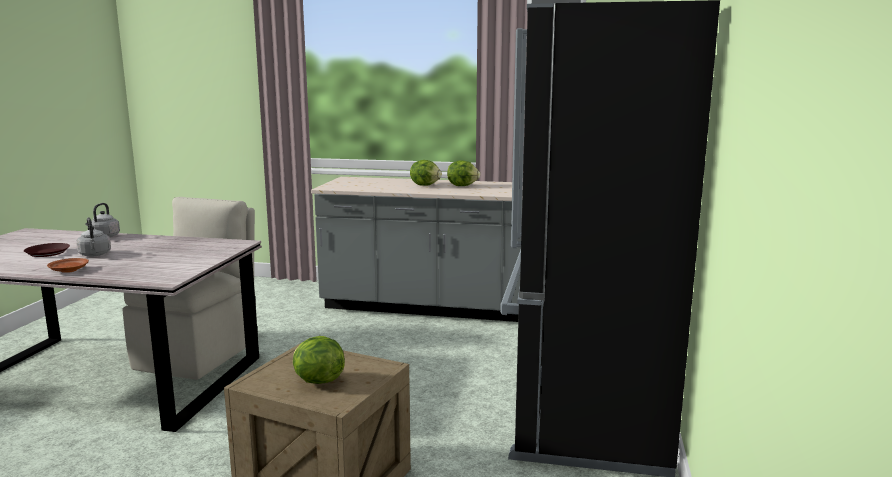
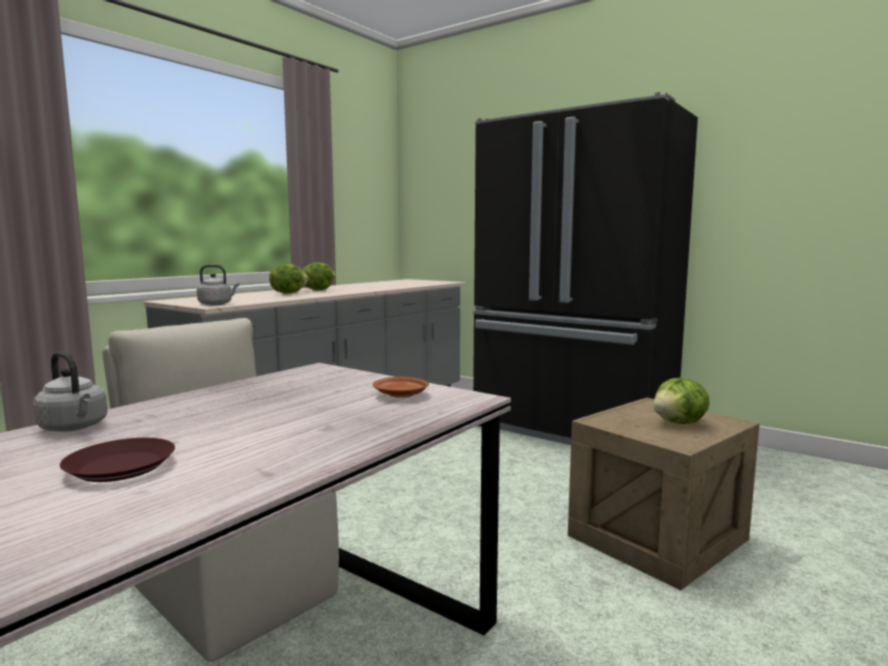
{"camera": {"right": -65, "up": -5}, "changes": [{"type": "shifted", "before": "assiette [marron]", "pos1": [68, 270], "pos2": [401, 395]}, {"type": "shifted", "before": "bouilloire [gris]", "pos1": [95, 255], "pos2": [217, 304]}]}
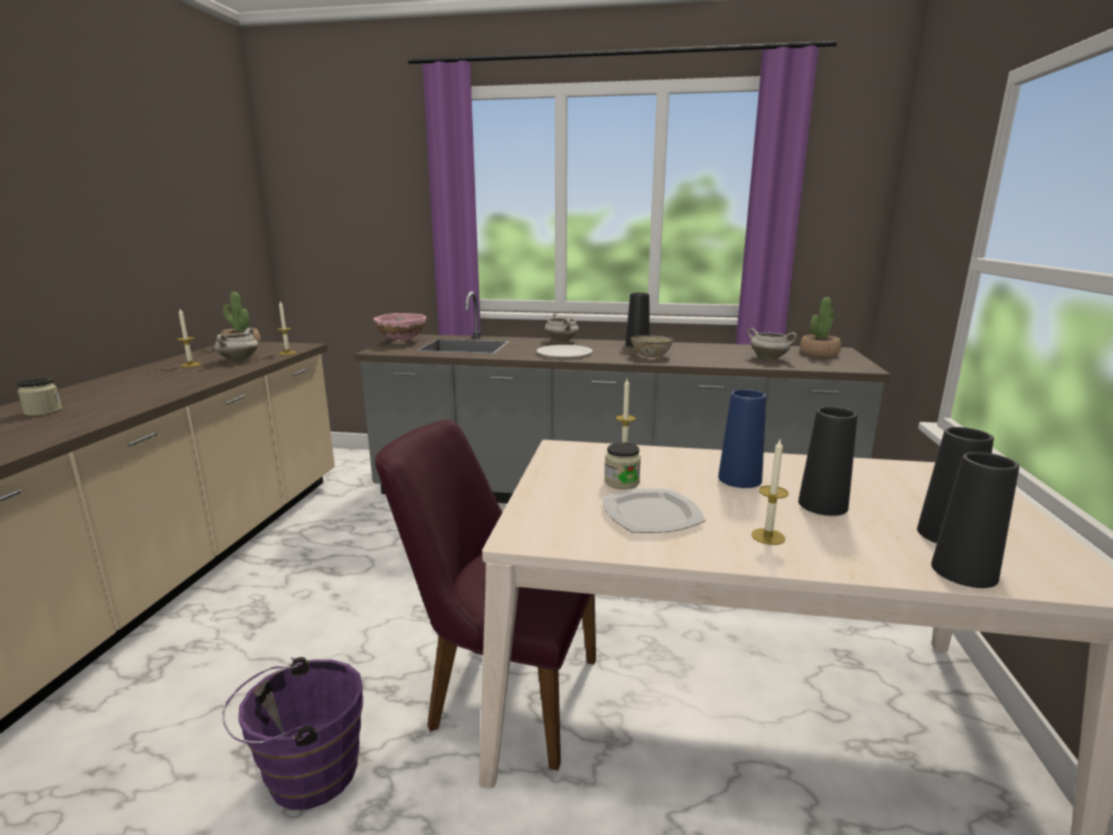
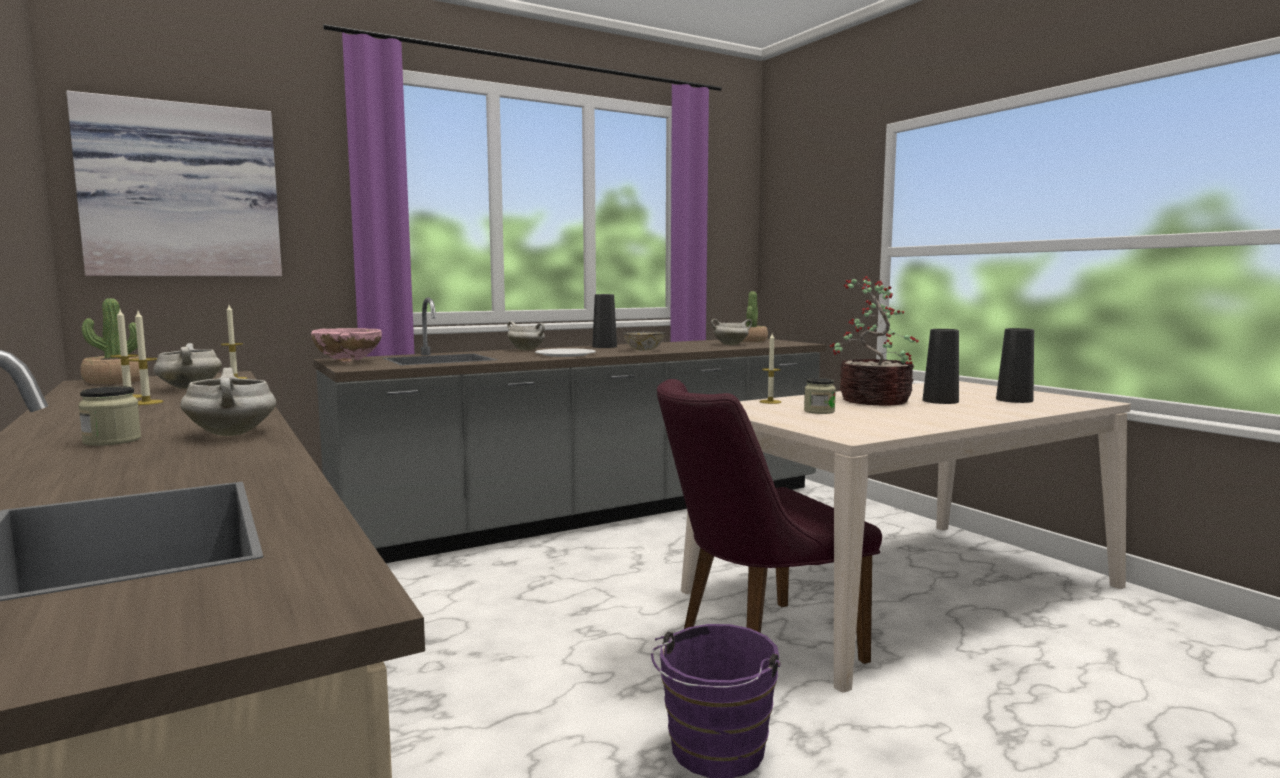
{"camera": {"right": -40, "up": -10}, "changes": [{"type": "gone", "before": "assiette", "pos1": [652, 513]}, {"type": "gone", "before": "vase [noir]", "pos1": [964, 572]}, {"type": "new", "after": "tableau", "pos2": [181, 191]}, {"type": "new", "after": "marmite [blanc]", "pos2": [233, 434]}, {"type": "shifted", "before": "bougie", "pos1": [768, 536], "pos2": [146, 402]}, {"type": "swapped", "before": "vase [bleu]", "after": "plante en pot", "pos1": [739, 479], "pos2": [872, 400]}]}
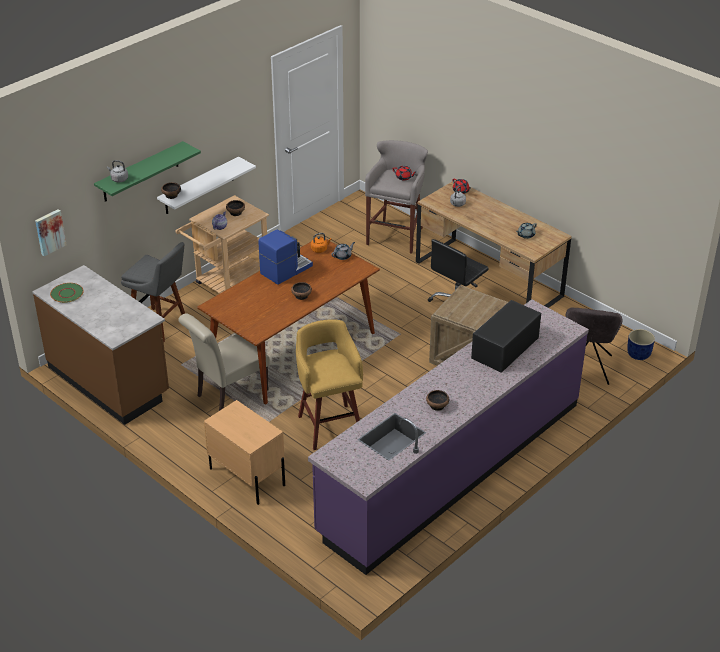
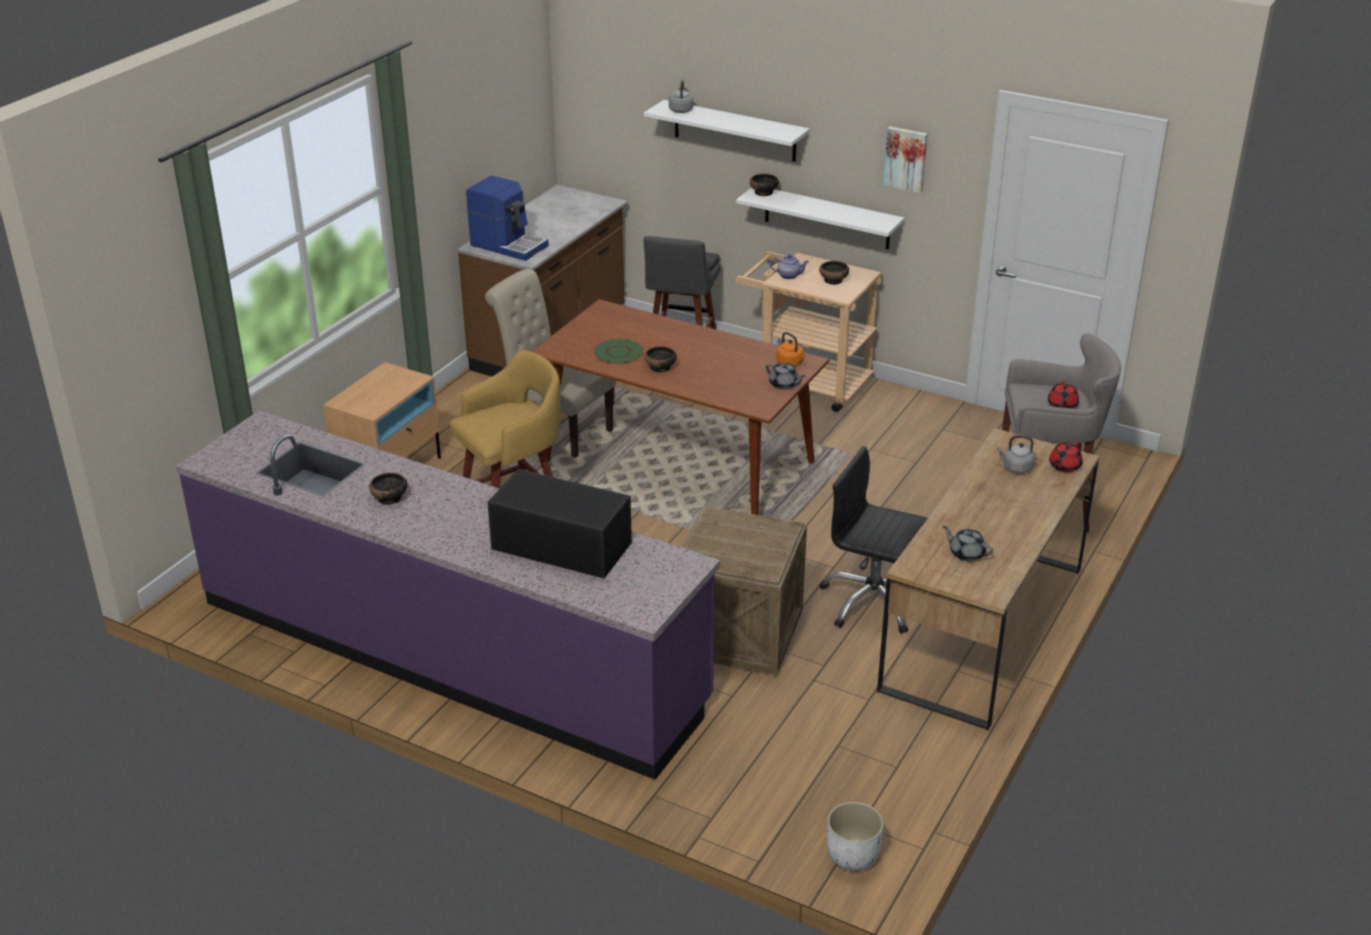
{"camera": {"right": 75, "up": -5}, "changes": [{"type": "gone", "before": "chaise [gris]", "pos1": [586, 368]}, {"type": "shifted", "before": "tableau", "pos1": [49, 232], "pos2": [906, 158]}, {"type": "shifted", "before": "assiette [vert]", "pos1": [67, 293], "pos2": [618, 352]}, {"type": "shifted", "before": "machine à café", "pos1": [285, 269], "pos2": [509, 245]}, {"type": "repainted", "before": "étagère [vert]", "after": "étagère [blanc]", "pos1": [140, 172], "pos2": [734, 131]}, {"type": "repainted", "before": "cache-pot [bleu]", "after": "cache-pot [blanc]", "pos1": [638, 354], "pos2": [852, 855]}]}
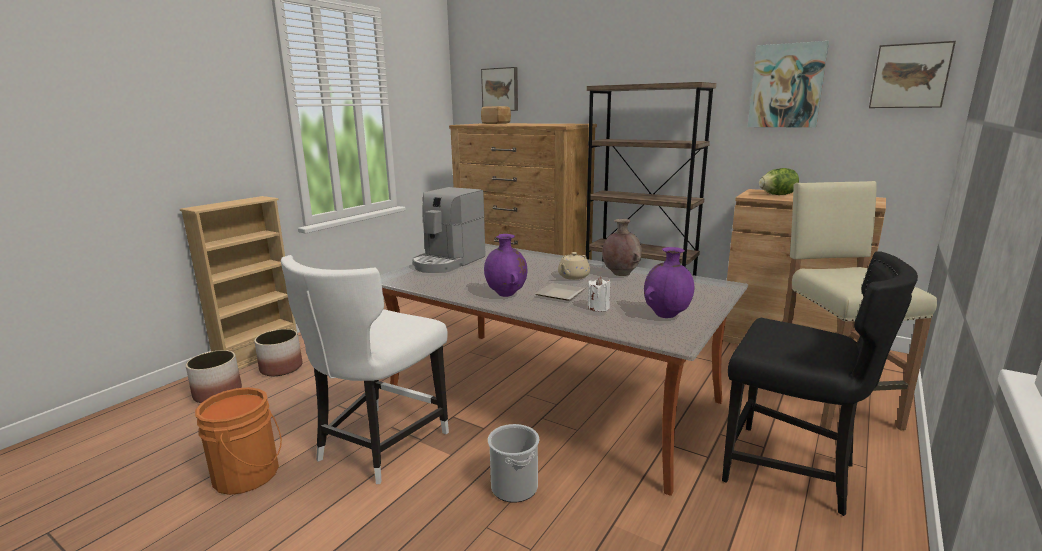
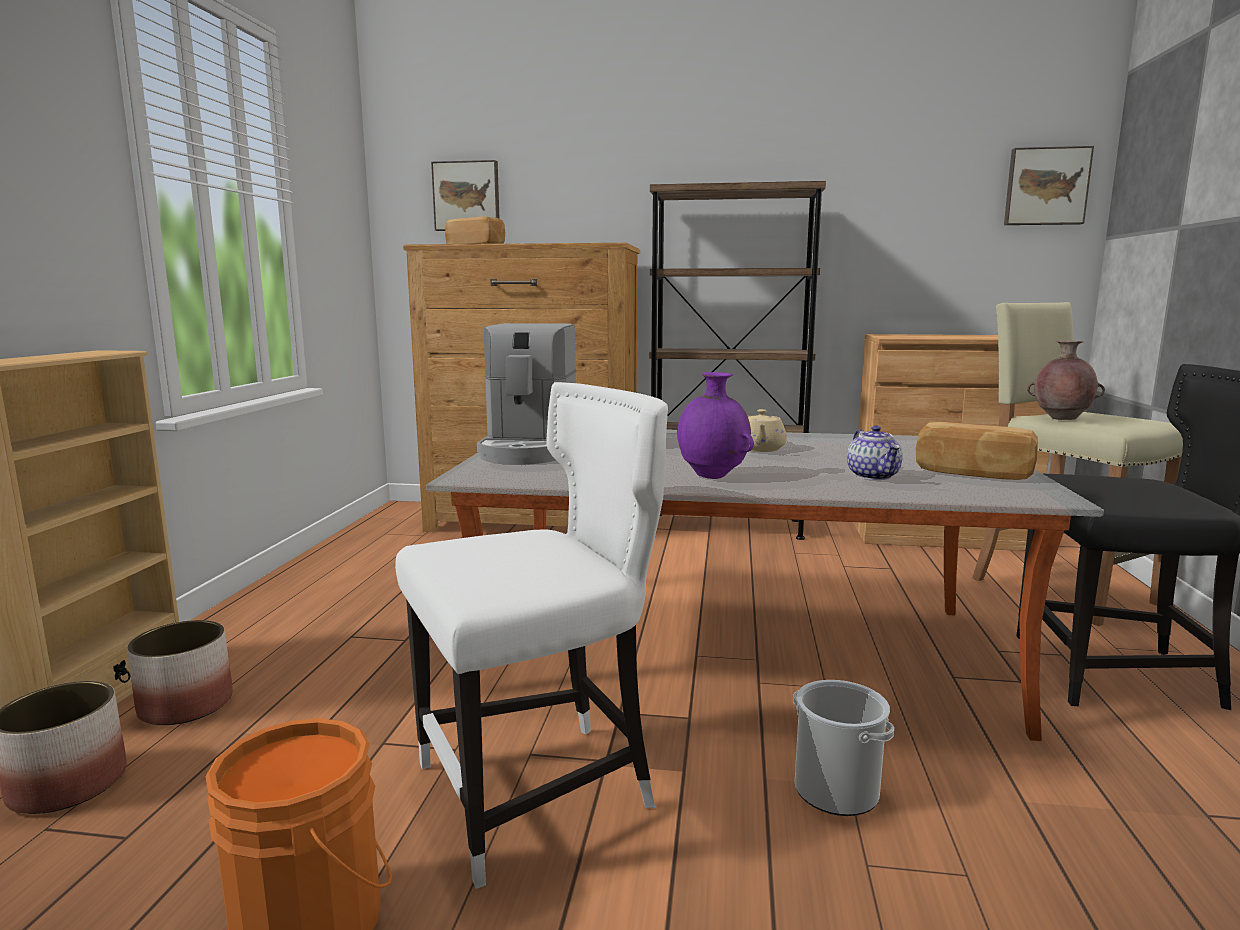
{"camera": {"right": -25, "up": -5}, "changes": [{"type": "gone", "before": "assiette", "pos1": [558, 294]}, {"type": "gone", "before": "tableau", "pos1": [786, 86]}, {"type": "gone", "before": "laitue", "pos1": [777, 195]}, {"type": "shifted", "before": "vase [marron]", "pos1": [620, 274], "pos2": [1061, 419]}, {"type": "swapped", "before": "bougie [blanc]", "after": "théière", "pos1": [598, 308], "pos2": [874, 476]}, {"type": "swapped", "before": "vase [violet]", "after": "pain", "pos1": [666, 315], "pos2": [973, 474]}, {"type": "rotated", "before": "chaise [blanc]", "pos1": [379, 445], "pos2": [540, 790], "turn": -120}]}
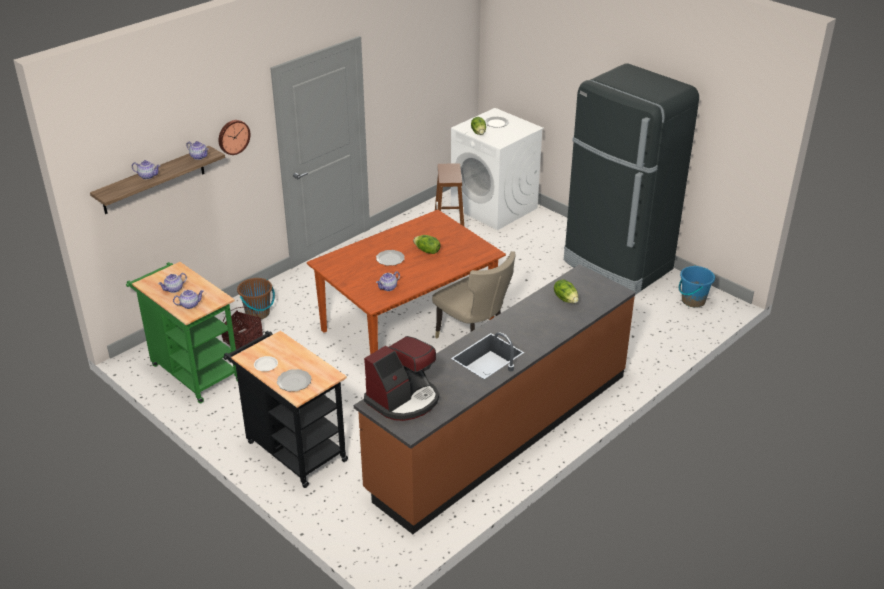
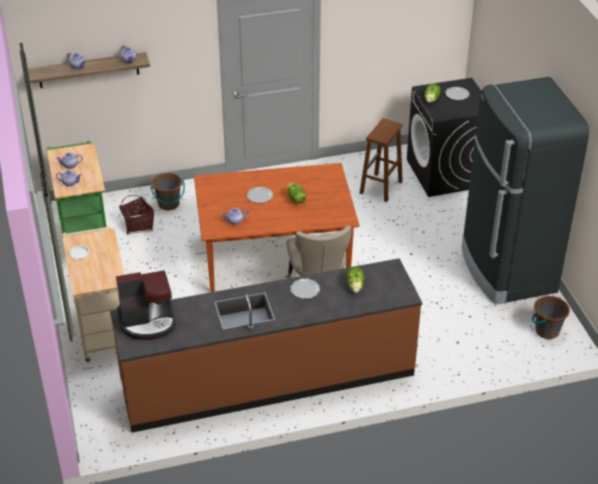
{"camera": {"right": 30, "up": 5}, "changes": [{"type": "gone", "before": "horloge murale", "pos1": [233, 136]}, {"type": "shifted", "before": "assiette", "pos1": [294, 381], "pos2": [305, 289]}, {"type": "repainted", "before": "chariot [noir]", "after": "chariot [beige]", "pos1": [292, 449], "pos2": [103, 327]}, {"type": "repainted", "before": "lave-linge [blanc]", "after": "lave-linge [noir]", "pos1": [494, 207], "pos2": [445, 173]}, {"type": "repainted", "before": "seau [bleu]", "after": "seau [marron]", "pos1": [693, 301], "pos2": [547, 330]}]}
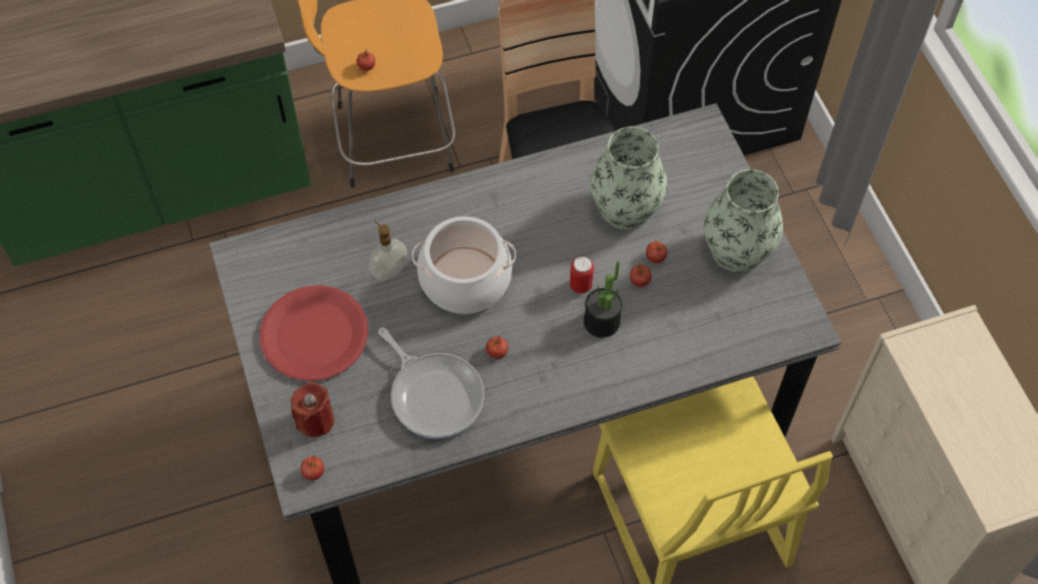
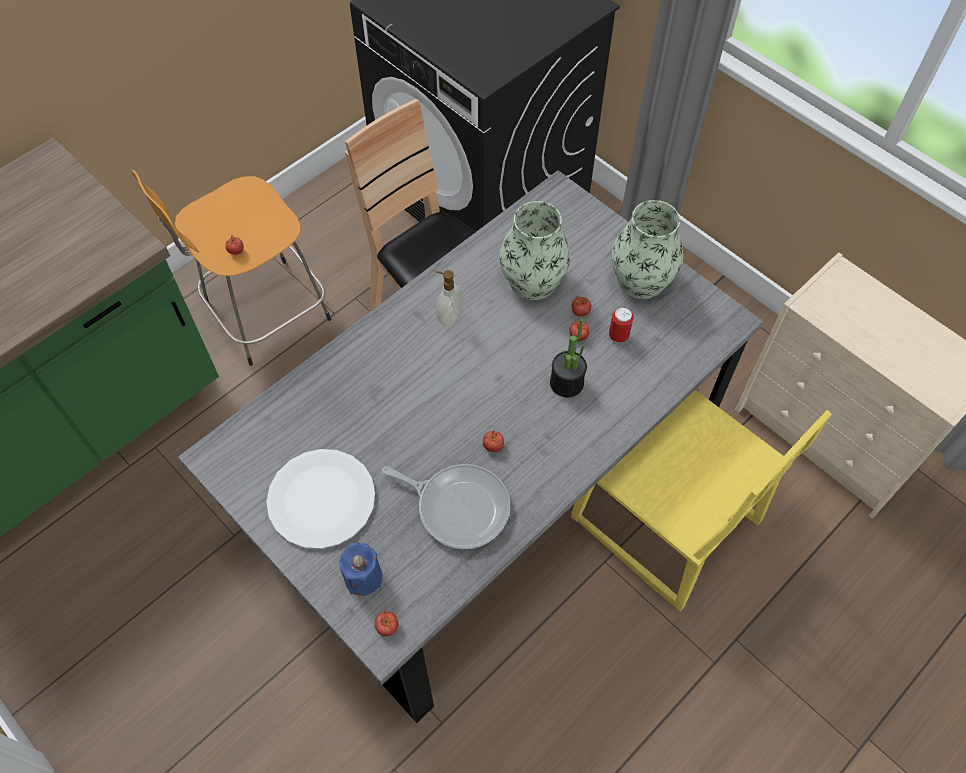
{"camera": {"right": -25, "up": 0}, "changes": [{"type": "gone", "before": "marmite", "pos1": [465, 279]}, {"type": "shifted", "before": "distributeur de savon", "pos1": [389, 270], "pos2": [449, 316]}, {"type": "shifted", "before": "boîte métallique", "pos1": [580, 286], "pos2": [618, 336]}, {"type": "repainted", "before": "assiette [rouge]", "after": "assiette [blanc]", "pos1": [314, 334], "pos2": [321, 499]}, {"type": "repainted", "before": "bougie [rouge]", "after": "bougie [bleu]", "pos1": [315, 420], "pos2": [363, 577]}]}
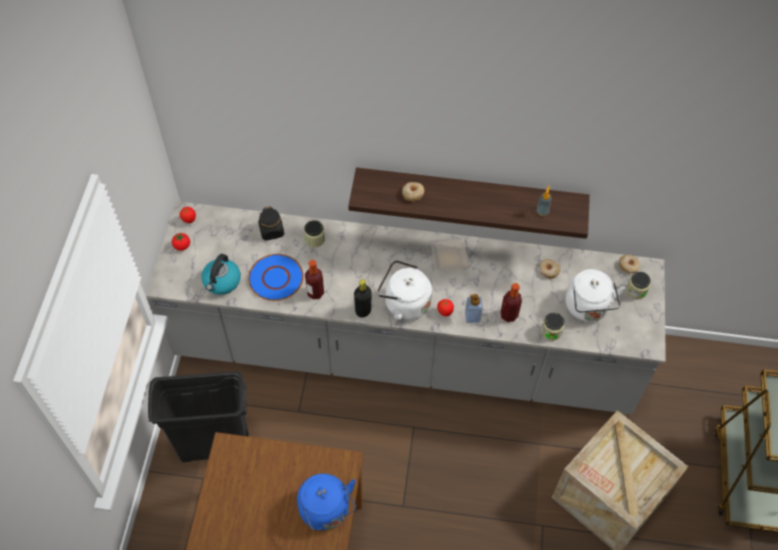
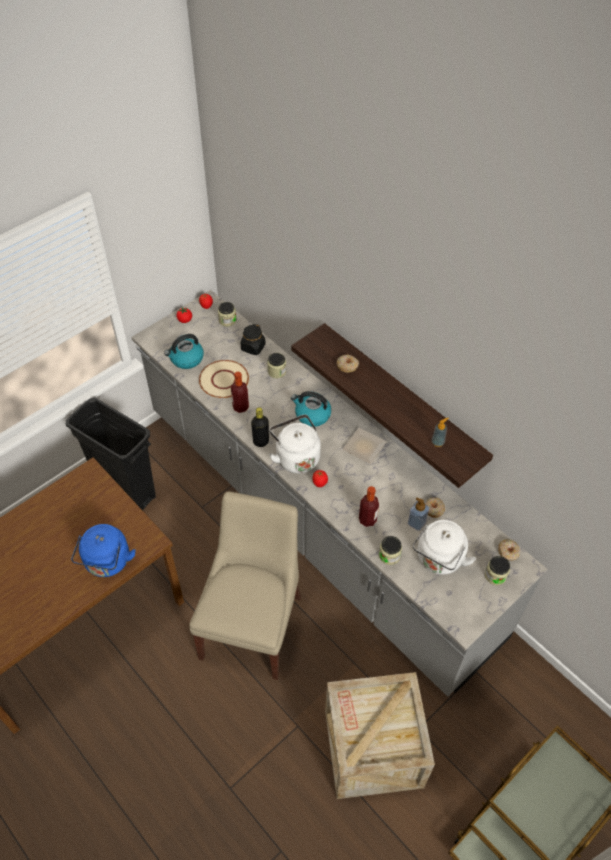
{"camera": {"right": 40, "up": -5}, "changes": [{"type": "new", "after": "chaise [beige]", "pos2": [252, 623]}, {"type": "new", "after": "bocal", "pos2": [227, 320]}, {"type": "new", "after": "bouilloire", "pos2": [312, 415]}, {"type": "shifted", "before": "distributeur de savon", "pos1": [472, 316], "pos2": [416, 523]}, {"type": "repainted", "before": "assiette [bleu]", "after": "assiette [beige]", "pos1": [276, 278], "pos2": [223, 380]}]}
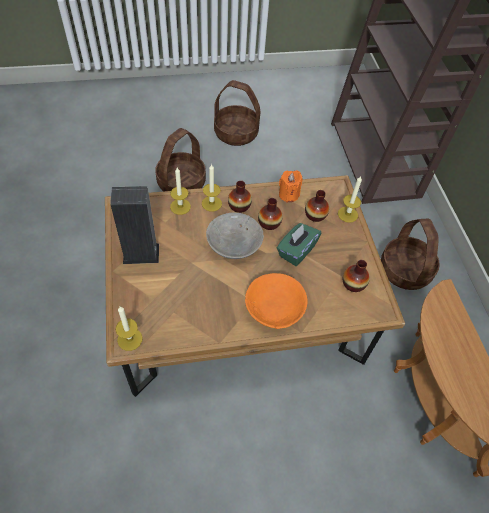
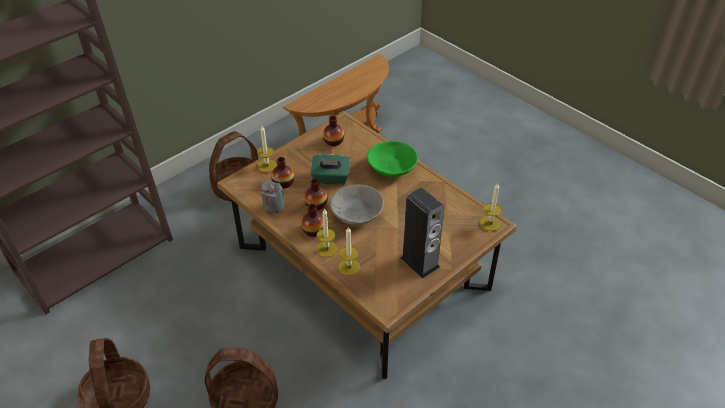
{"camera": {"right": -120, "up": -10}, "changes": [{"type": "repainted", "before": "bol [orange]", "after": "bol [vert]", "pos1": [274, 307], "pos2": [391, 168]}, {"type": "repainted", "before": "bougie [orange]", "after": "bougie [gris]", "pos1": [288, 195], "pos2": [273, 206]}]}
